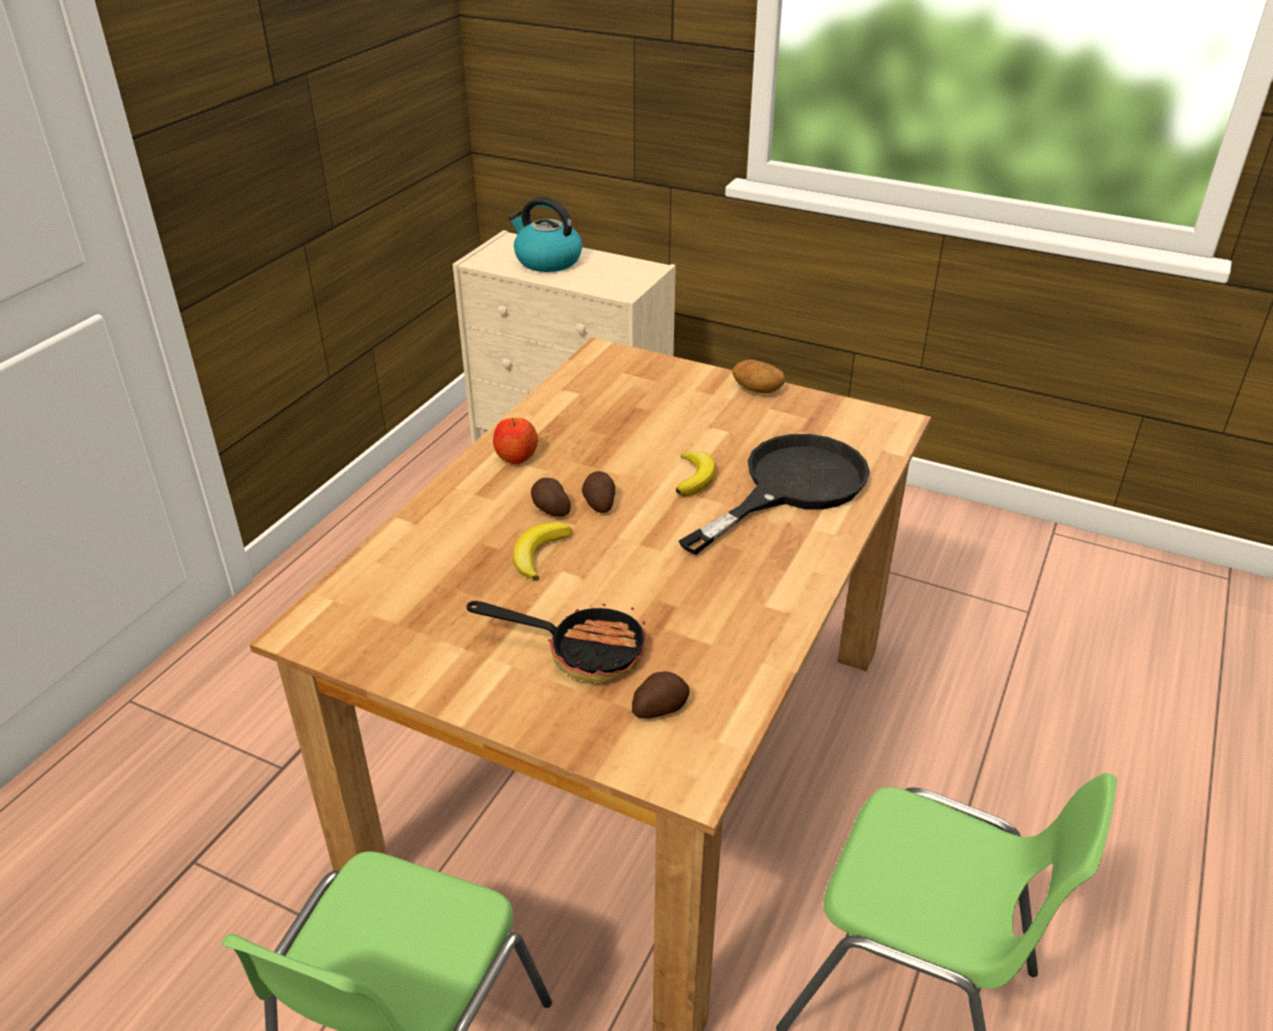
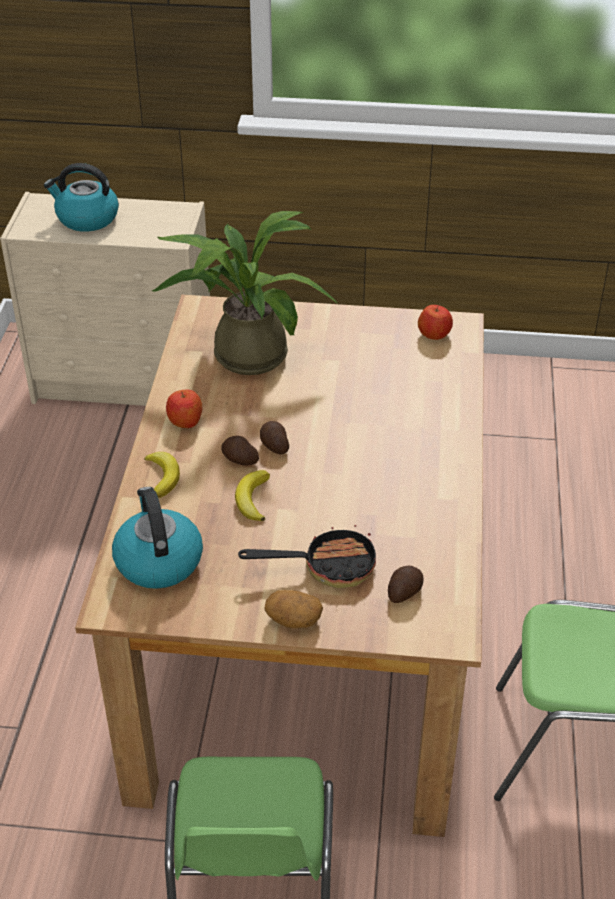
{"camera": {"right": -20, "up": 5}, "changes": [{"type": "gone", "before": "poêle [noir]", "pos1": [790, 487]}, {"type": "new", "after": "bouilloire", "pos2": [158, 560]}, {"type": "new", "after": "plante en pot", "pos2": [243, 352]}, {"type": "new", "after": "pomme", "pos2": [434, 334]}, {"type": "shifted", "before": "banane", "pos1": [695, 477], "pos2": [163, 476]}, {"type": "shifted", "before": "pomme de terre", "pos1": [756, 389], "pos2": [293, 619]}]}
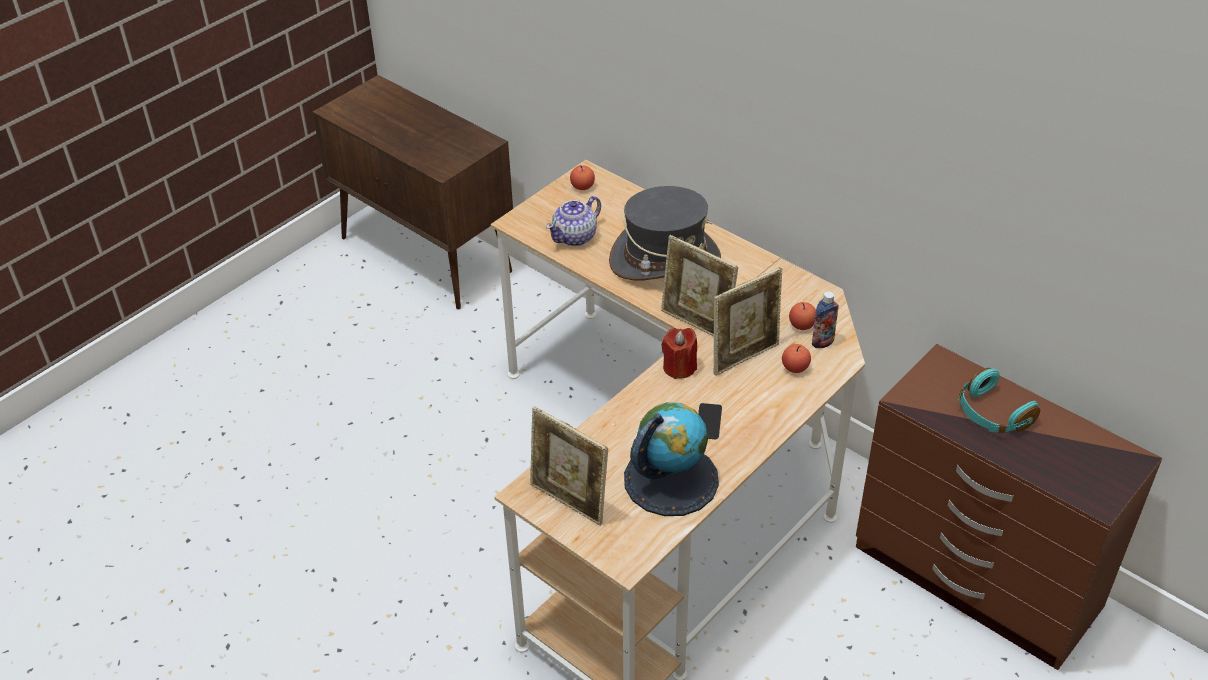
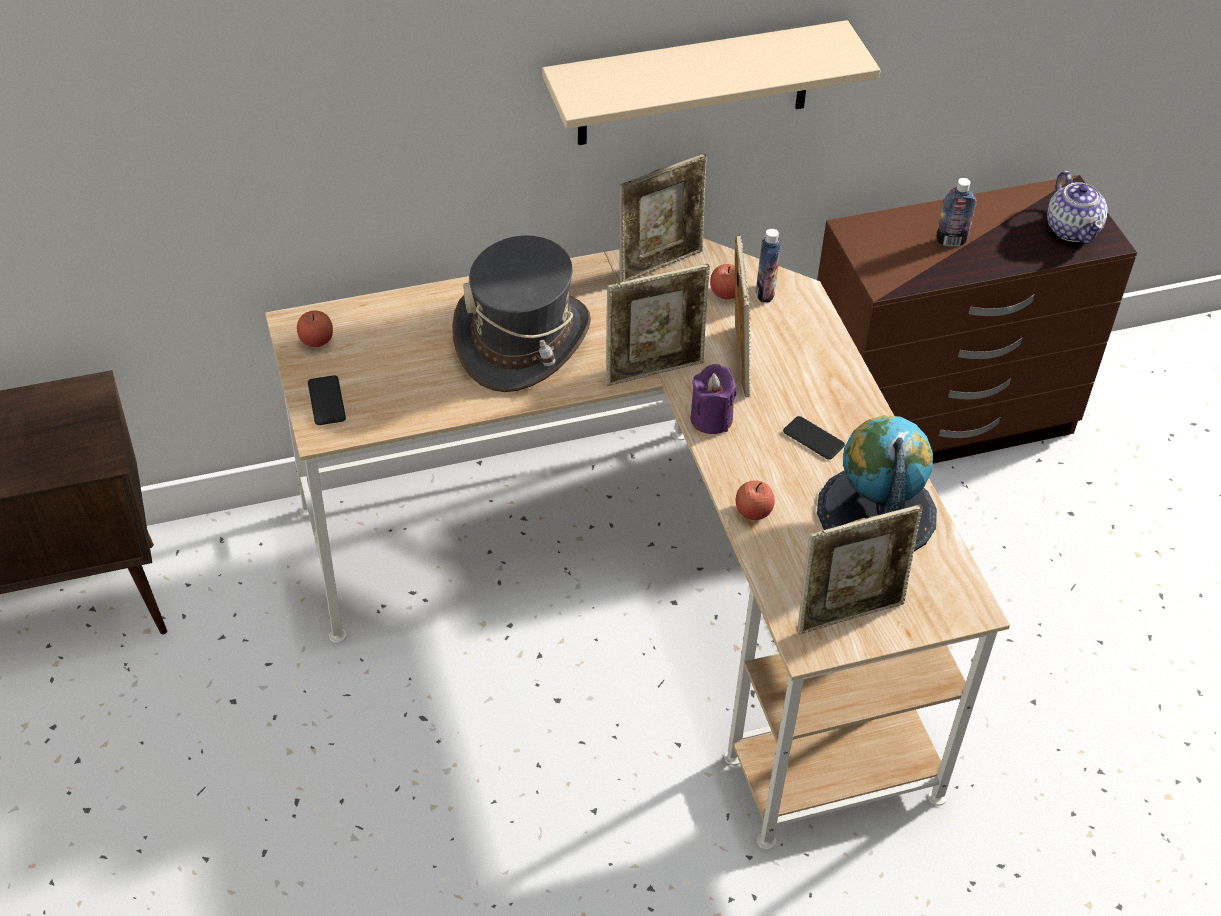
{"camera": {"right": -60, "up": 5}, "changes": [{"type": "new", "after": "téléphone", "pos2": [326, 401]}, {"type": "new", "after": "étagère [beige]", "pos2": [694, 84]}, {"type": "new", "after": "cadre photo", "pos2": [660, 263]}, {"type": "shifted", "before": "théière", "pos1": [575, 237], "pos2": [1072, 229]}, {"type": "shifted", "before": "pomme", "pos1": [795, 367], "pos2": [753, 511]}, {"type": "swapped", "before": "casque audio [turquoise]", "after": "bouteille", "pos1": [991, 414], "pos2": [951, 241]}, {"type": "repainted", "before": "bougie [rouge]", "after": "bougie [violet]", "pos1": [679, 367], "pos2": [711, 419]}]}
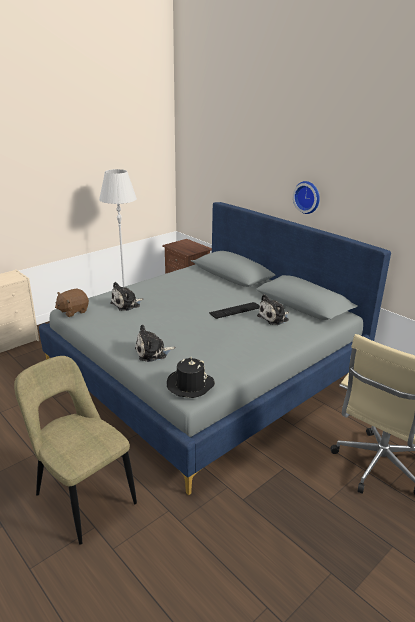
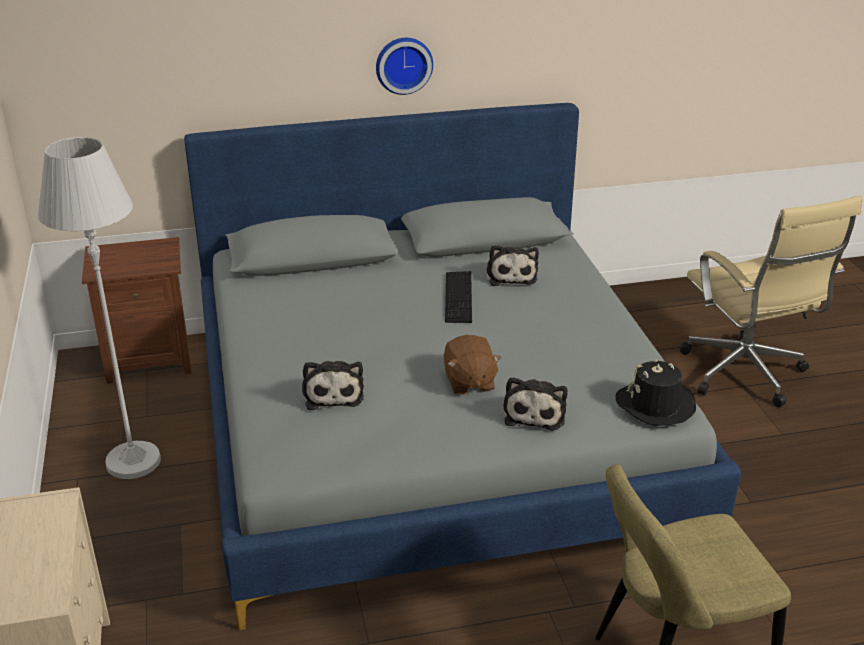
{"camera": {"right": -60, "up": 5}, "changes": [{"type": "shifted", "before": "peluche [marron]", "pos1": [73, 311], "pos2": [469, 382]}]}
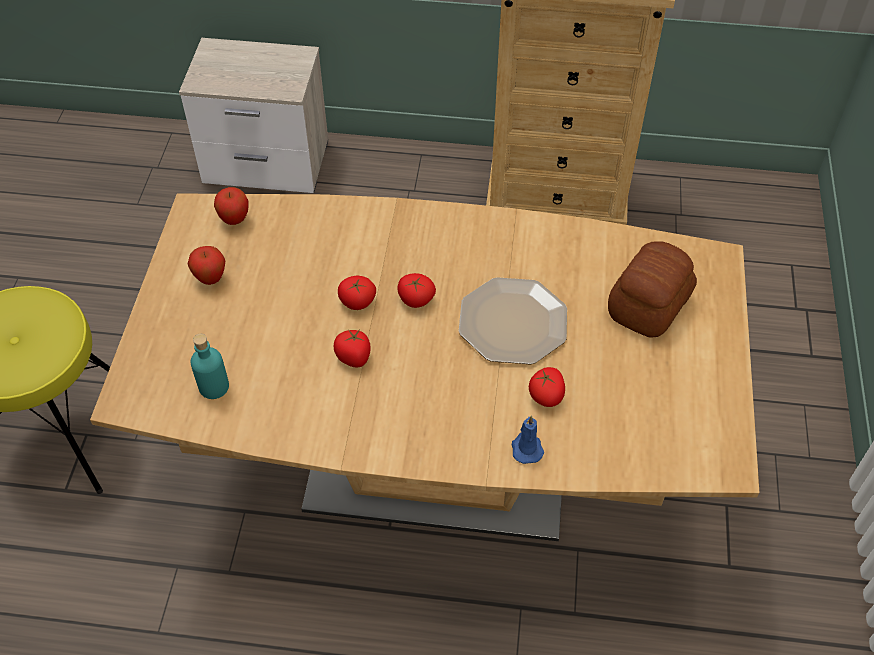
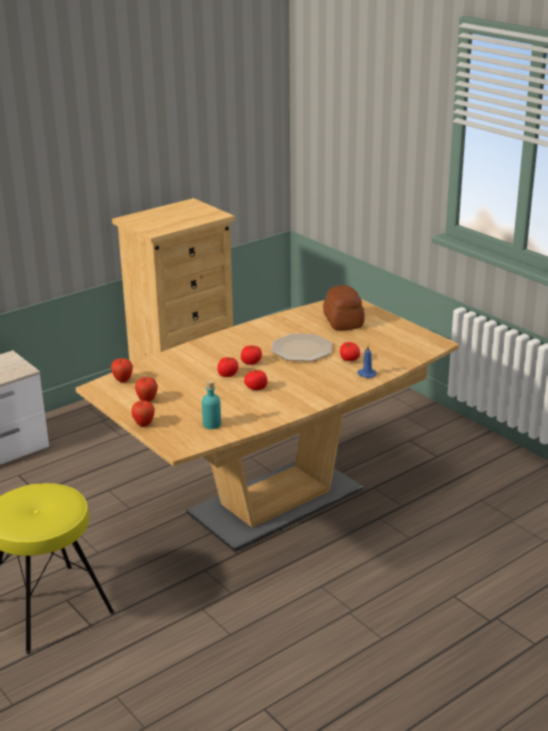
{"camera": {"right": -45, "up": -25}, "changes": [{"type": "new", "after": "pomme", "pos2": [144, 424]}]}
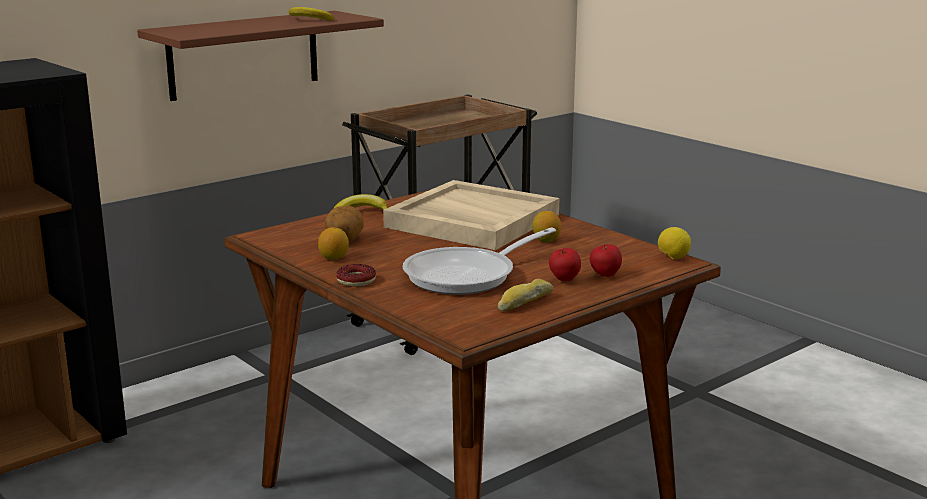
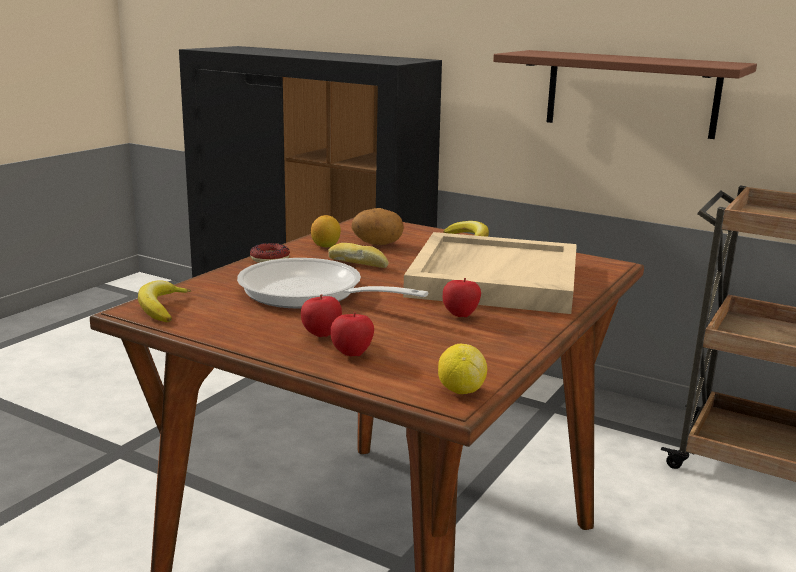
{"camera": {"right": 70, "up": 0}, "changes": [{"type": "shifted", "before": "banane", "pos1": [309, 20], "pos2": [161, 308]}, {"type": "shifted", "before": "pain", "pos1": [524, 302], "pos2": [358, 263]}, {"type": "swapped", "before": "citron", "after": "pomme", "pos1": [546, 240], "pos2": [460, 316]}]}
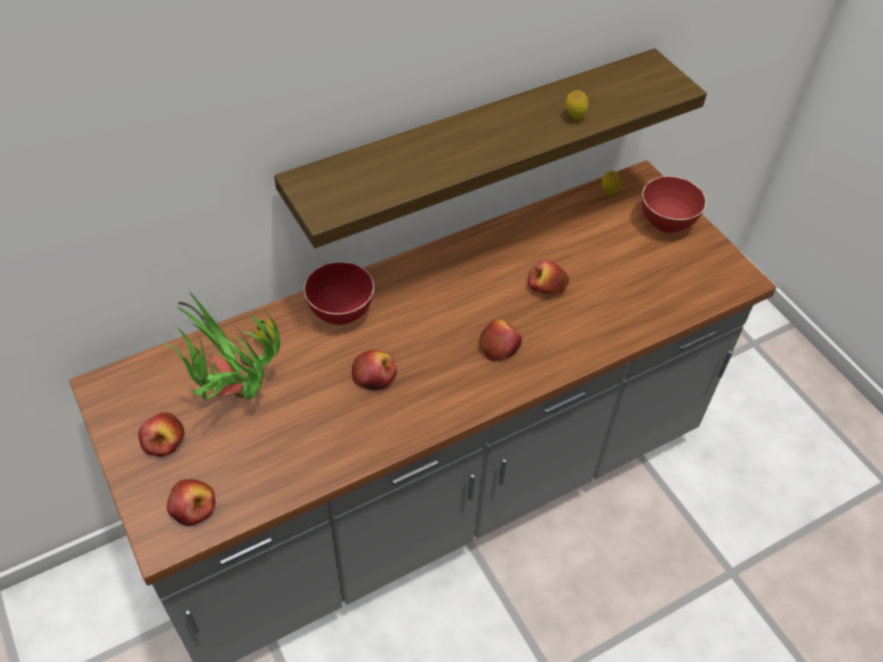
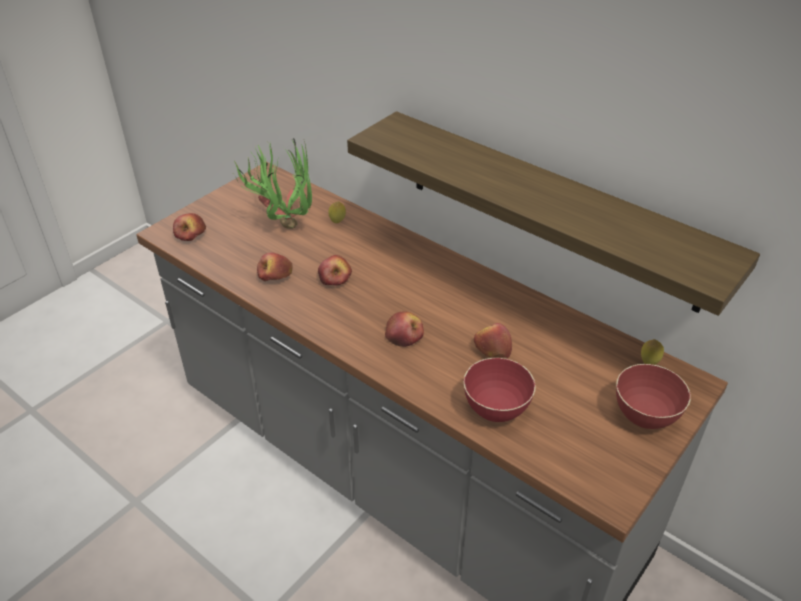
{"camera": {"right": 70, "up": -10}, "changes": [{"type": "gone", "before": "citron", "pos1": [574, 117]}, {"type": "shifted", "before": "pomme", "pos1": [164, 440], "pos2": [275, 275]}, {"type": "shifted", "before": "bol [rouge]", "pos1": [341, 312], "pos2": [496, 409]}]}
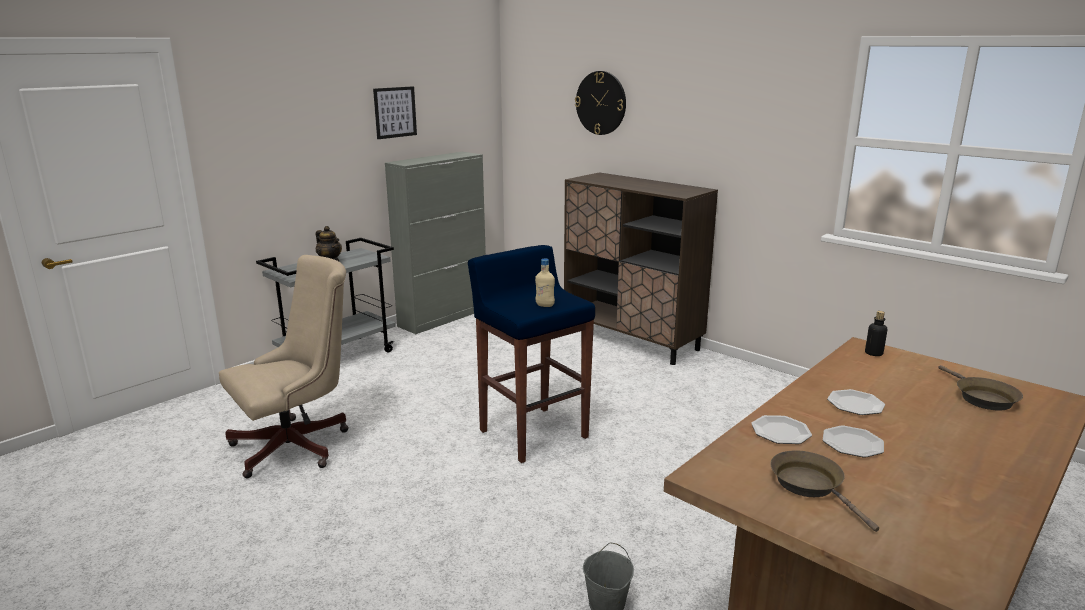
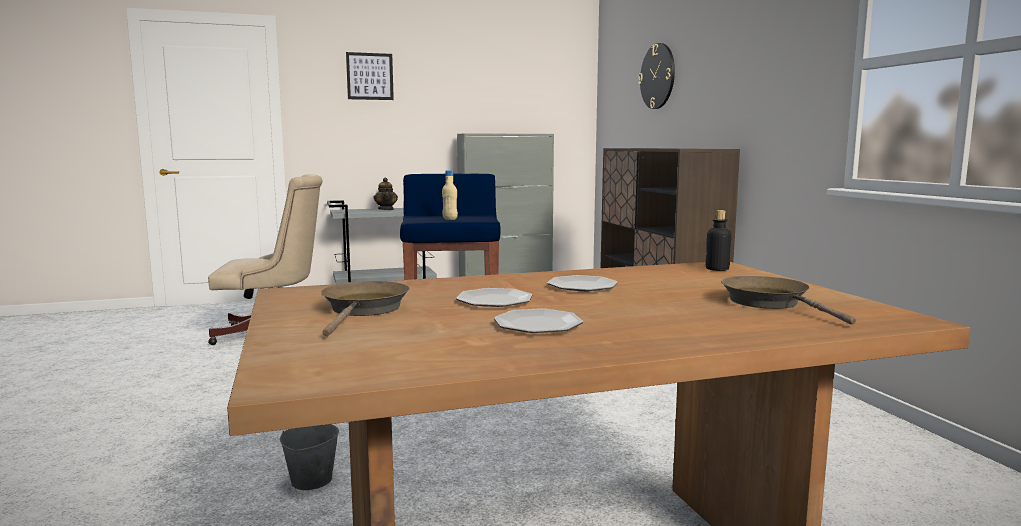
{"camera": {"right": 30, "up": -10}, "changes": [{"type": "shifted", "before": "tableau", "pos1": [395, 112], "pos2": [370, 76]}, {"type": "shifted", "before": "assiette", "pos1": [781, 432], "pos2": [537, 325]}, {"type": "rotated", "before": "poêle [marron]", "pos1": [981, 397], "pos2": [770, 303], "turn": 135}]}
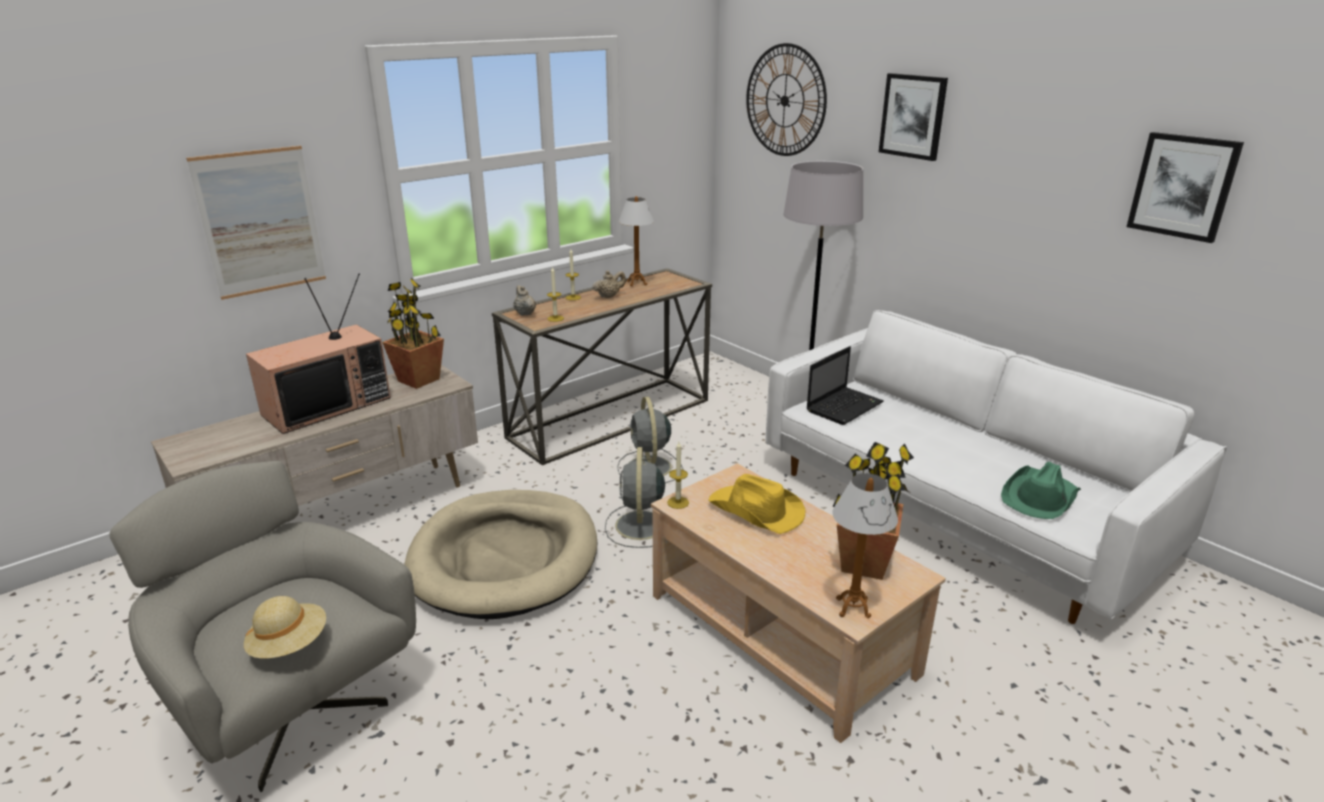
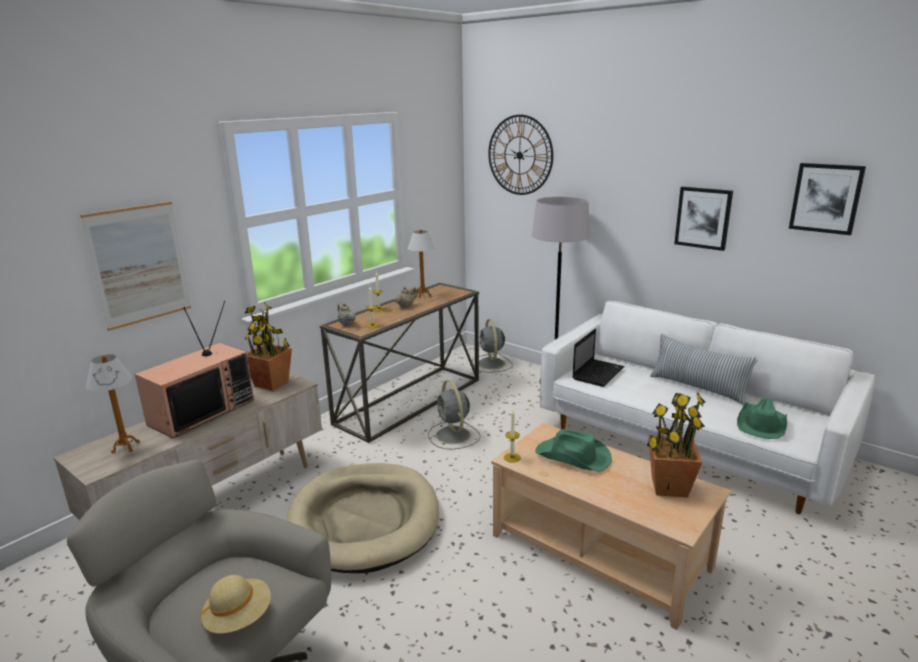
{"camera": {"right": -10, "up": -5}, "changes": [{"type": "new", "after": "coussin", "pos2": [698, 387]}, {"type": "shifted", "before": "ventilateur [gris]", "pos1": [640, 527], "pos2": [491, 364]}, {"type": "shifted", "before": "lampe de table", "pos1": [853, 607], "pos2": [125, 447]}, {"type": "shifted", "before": "tableau", "pos1": [913, 116], "pos2": [703, 218]}, {"type": "repainted", "before": "chapeau [jaune]", "after": "chapeau [vert]", "pos1": [756, 511], "pos2": [573, 457]}]}
